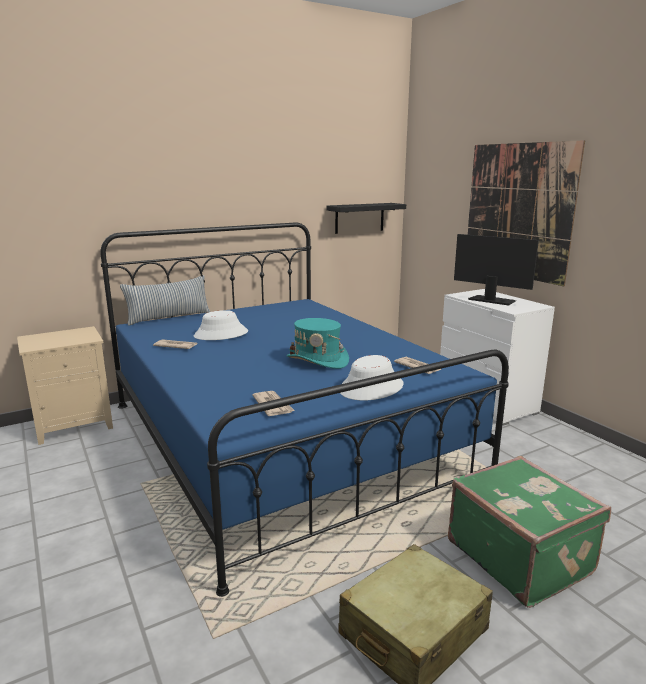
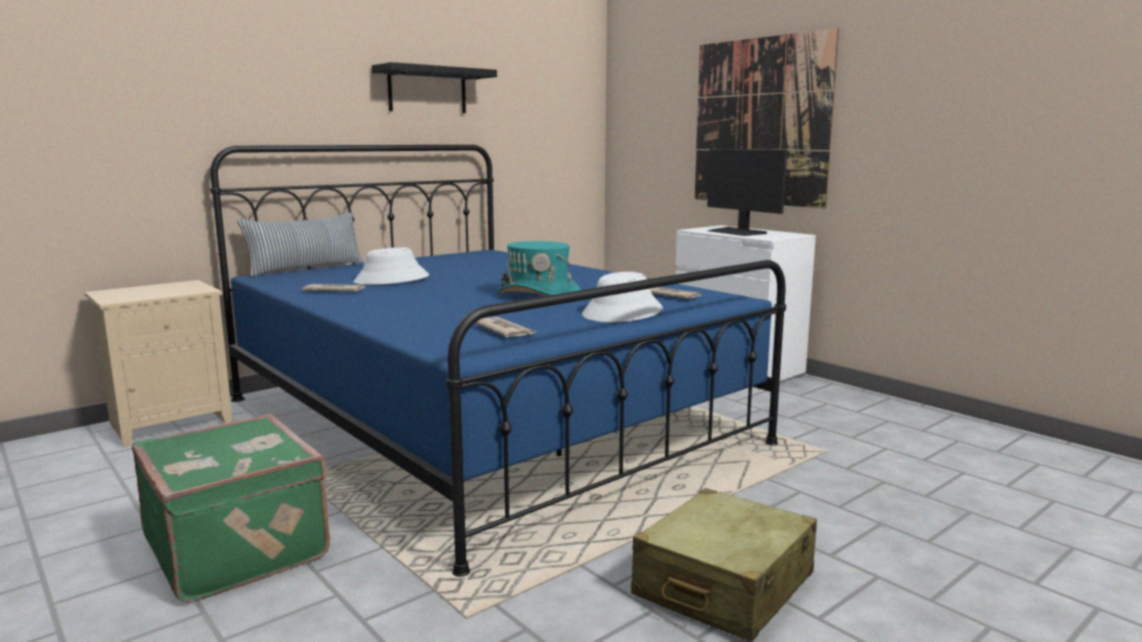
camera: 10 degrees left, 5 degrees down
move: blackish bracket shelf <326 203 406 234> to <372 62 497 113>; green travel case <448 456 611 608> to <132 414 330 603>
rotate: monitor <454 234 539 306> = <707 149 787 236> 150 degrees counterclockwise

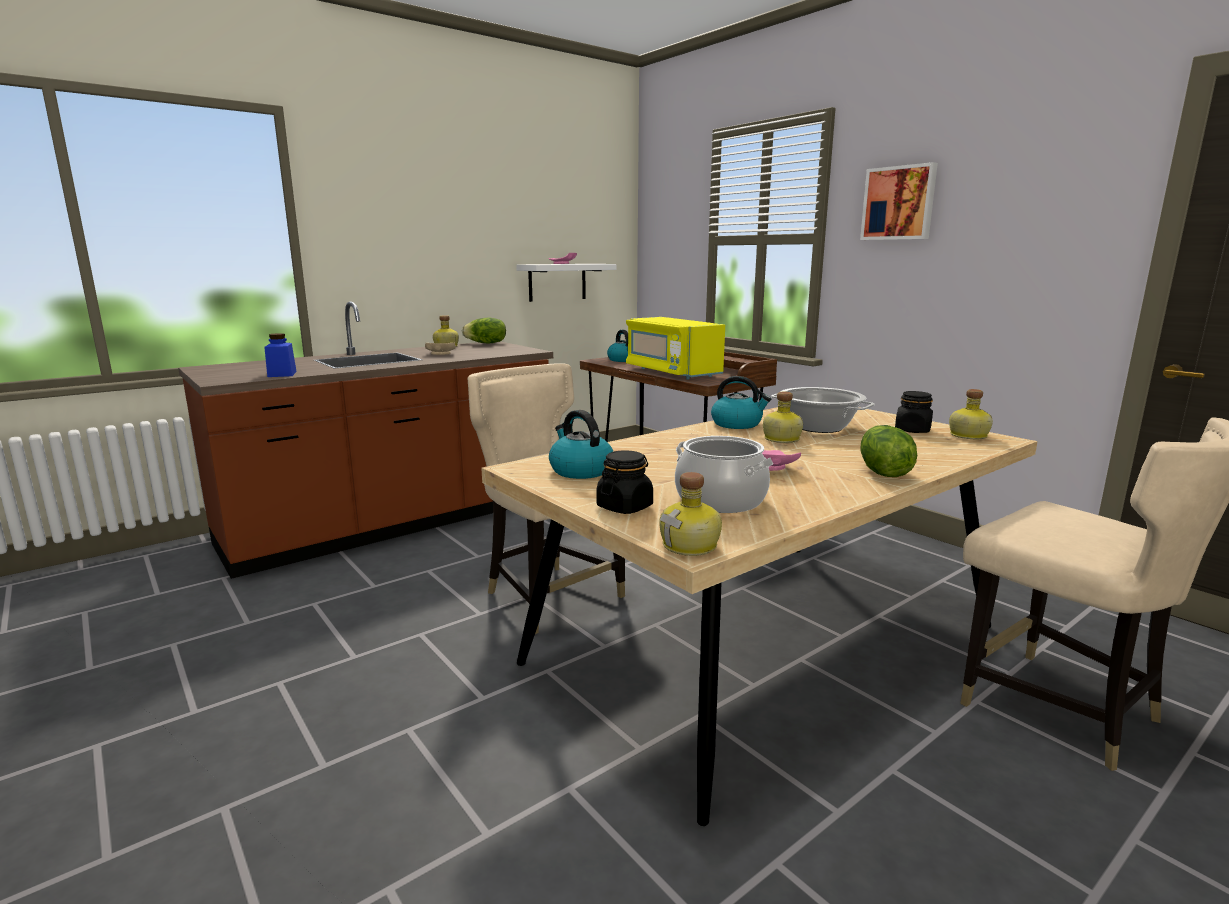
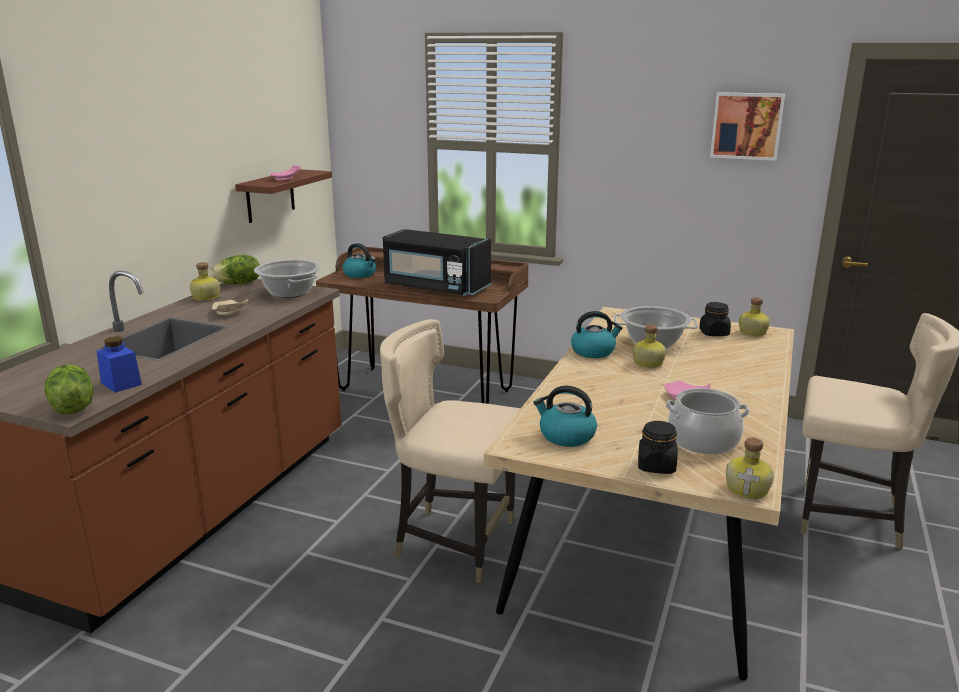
camera: 30 degrees left, 5 degrees up
insert: stockpot <254 259 321 298>
move: picture <860 162 938 240> to <710 92 785 161>; lettuce <860 425 917 477> to <45 364 93 415>
recolor: white bracket shelf <516 264 617 302> to brownish bracket shelf <235 169 332 223>; yellowish microwave oven <626 317 725 380> to blackish microwave oven <383 229 491 296>

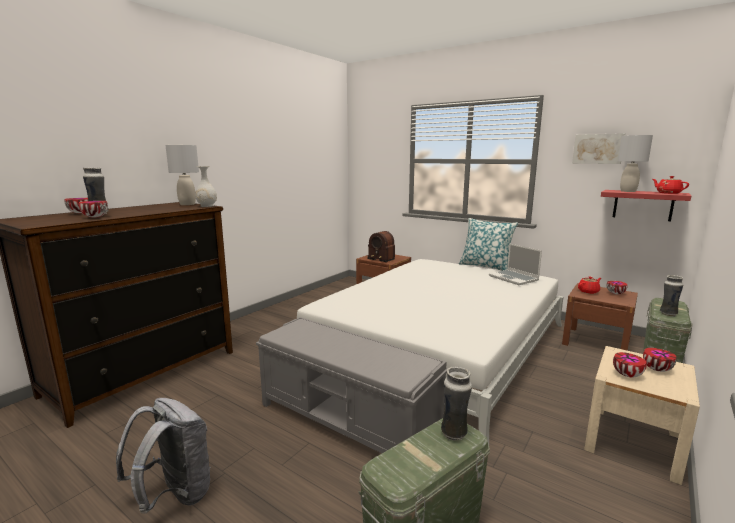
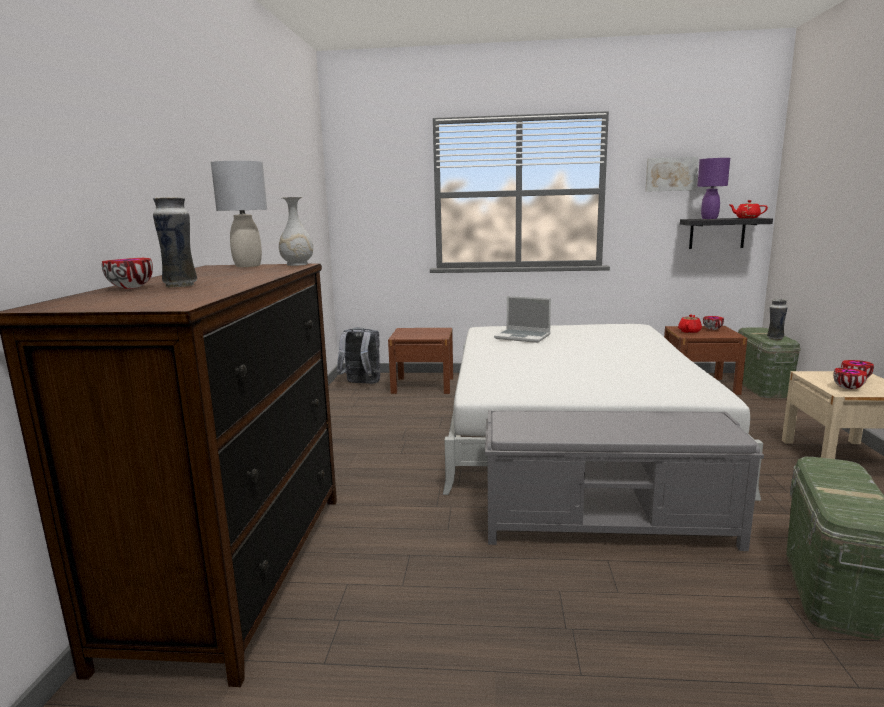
camera: 30 degrees left, 0 degrees up
delete: serving bowl <79 201 108 218>; pillow <458 218 518 271>; radio receiver <367 231 395 262>; vase <441 366 472 441>
move: notebook computer <489 244 542 285> to <494 296 551 343>; greyish knapsack <116 398 211 514> to <337 327 381 384>
recolor: greyish tabletop lamp <618 135 653 192> to purplish tabletop lamp <697 158 730 219>; red bracket shelf <601 190 691 221> to blackish bracket shelf <680 218 773 249>

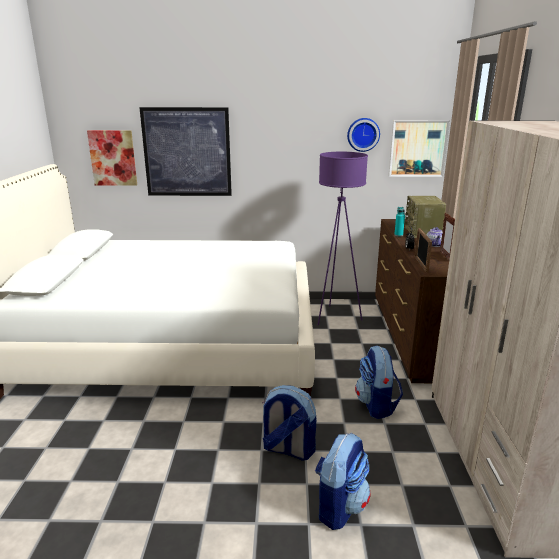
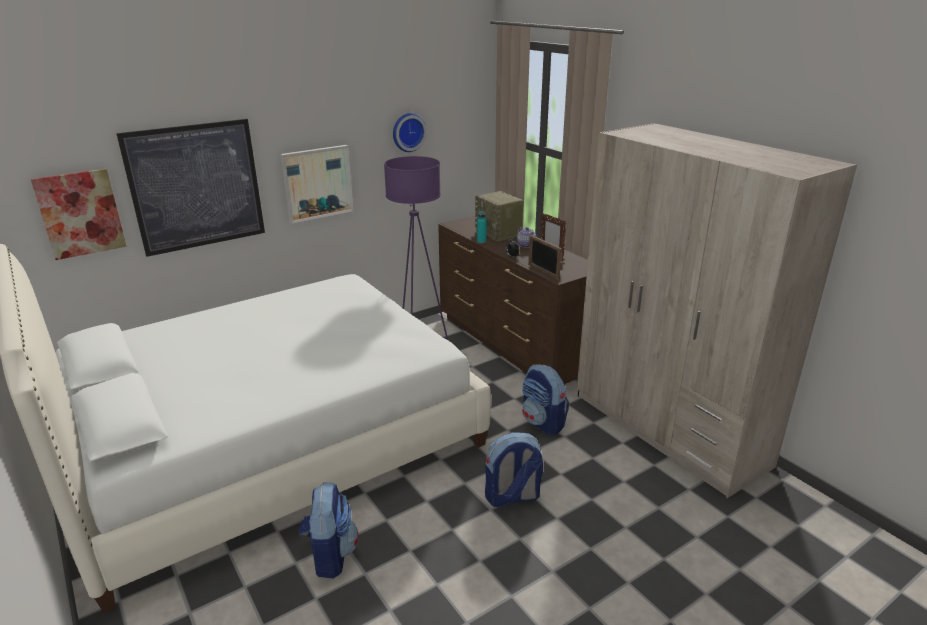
camera: 35 degrees left, 5 degrees up
move: picture <388 120 450 177> to <280 145 354 224>; knapsack <315 433 370 530> to <299 482 358 579>

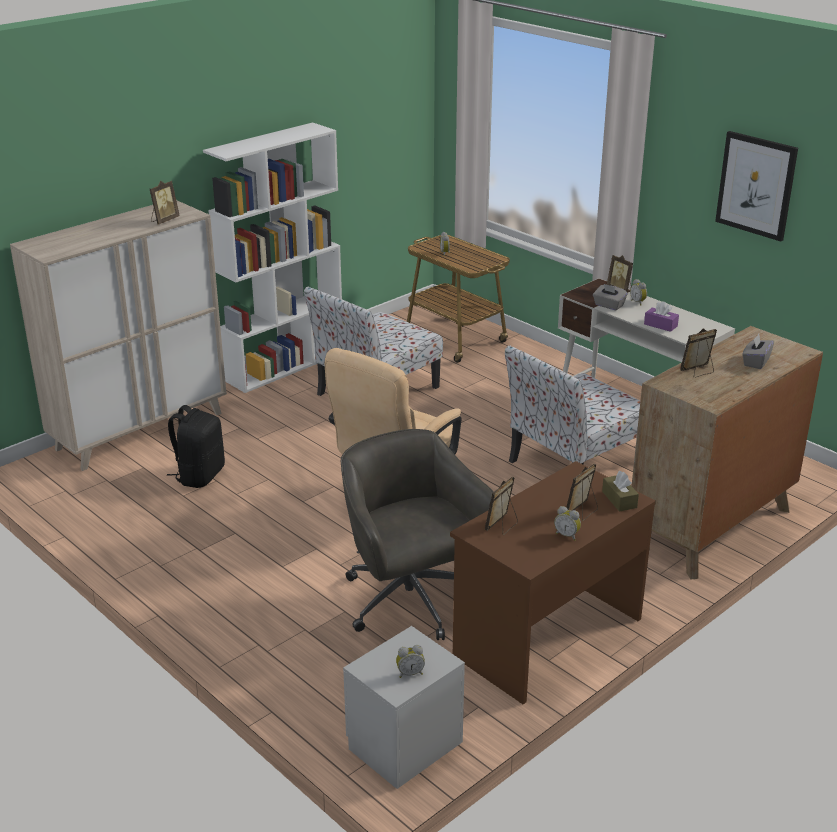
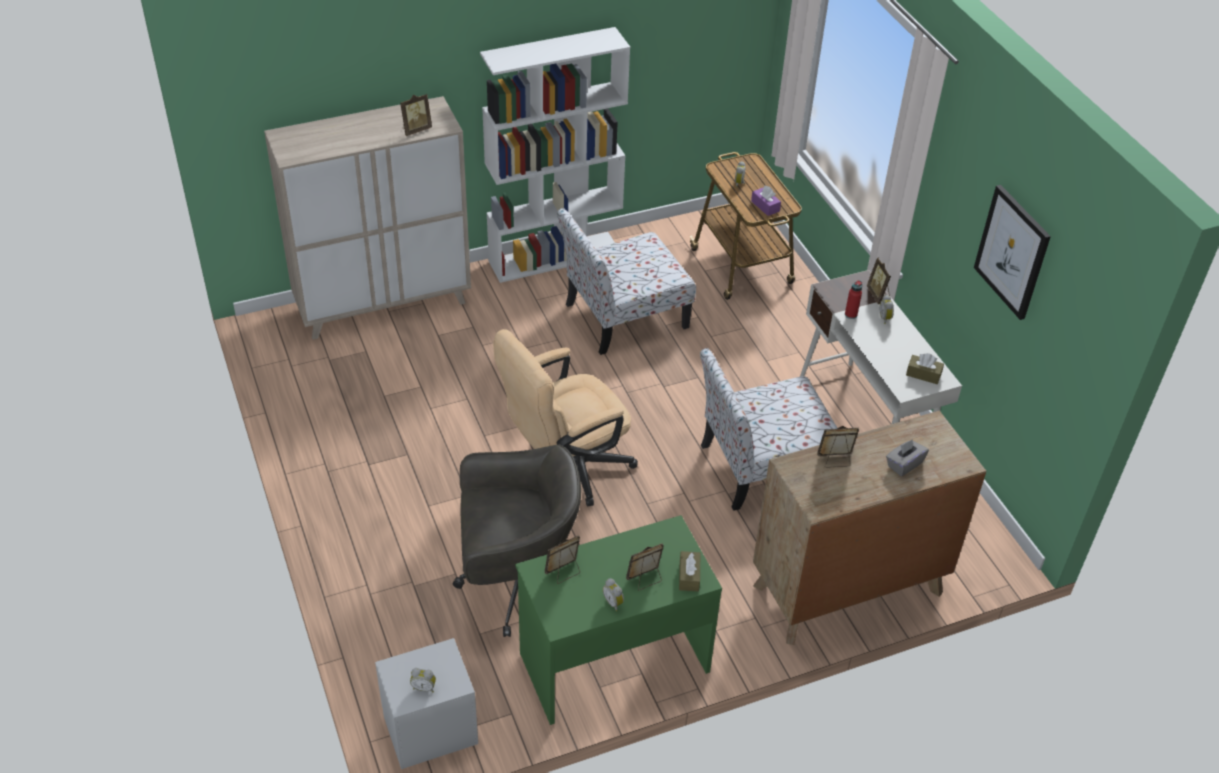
camera: 20 degrees right, 15 degrees up
delete: blackish knapsack <167 405 225 488>
insert: brownish tissue box <906 353 944 384>
move: purplish tissue box <644 302 679 332> to <751 186 781 216>
replace: greyish tissue box <593 284 628 310> to red bottle <845 280 862 319>
recolor: brownish desk table <450 461 656 704> to green desk table <515 515 722 725>
rotate: greyish office chair <341 429 494 640> = <453 445 581 637> 90 degrees clockwise

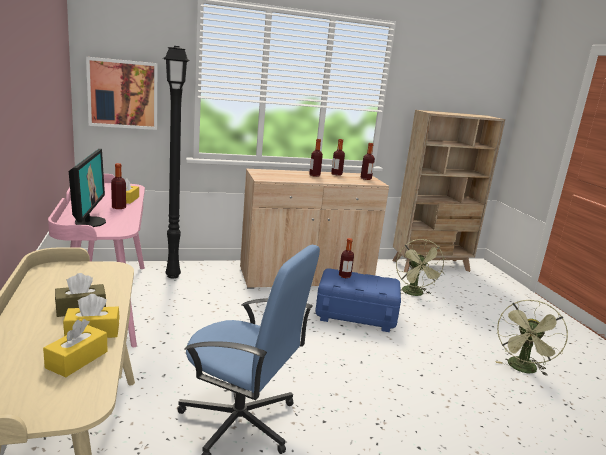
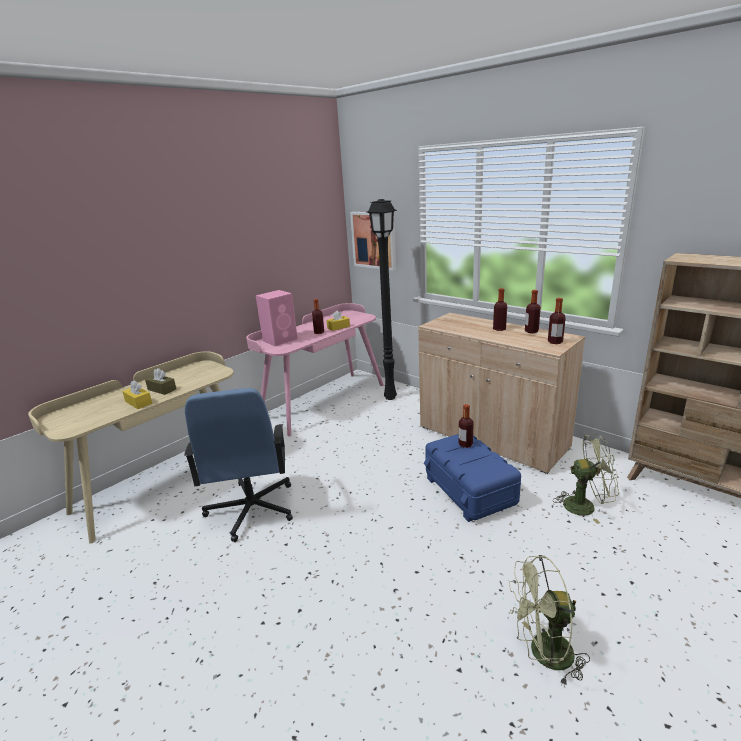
camera: 60 degrees right, 5 degrees up
delete: yellowish tissue box <43 319 108 377>
replace: monitor <69 149 106 227> to pink speaker <256 290 298 346>
rotate: green cooling fan <396 239 447 296> = <553 434 620 524> 135 degrees counterclockwise

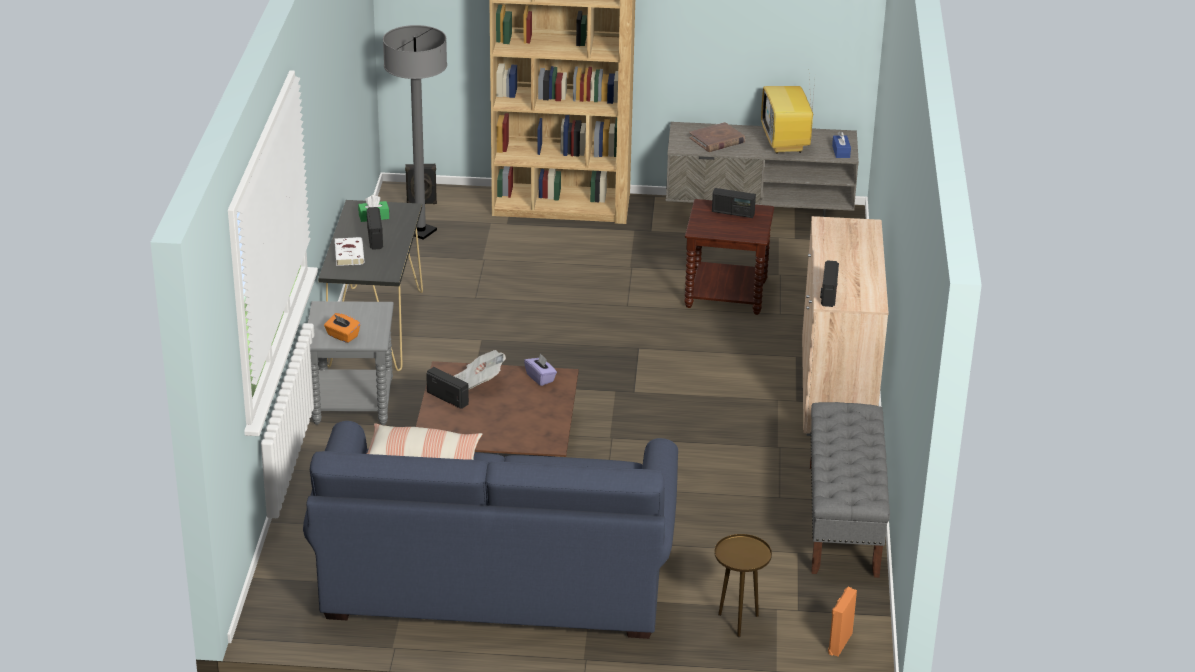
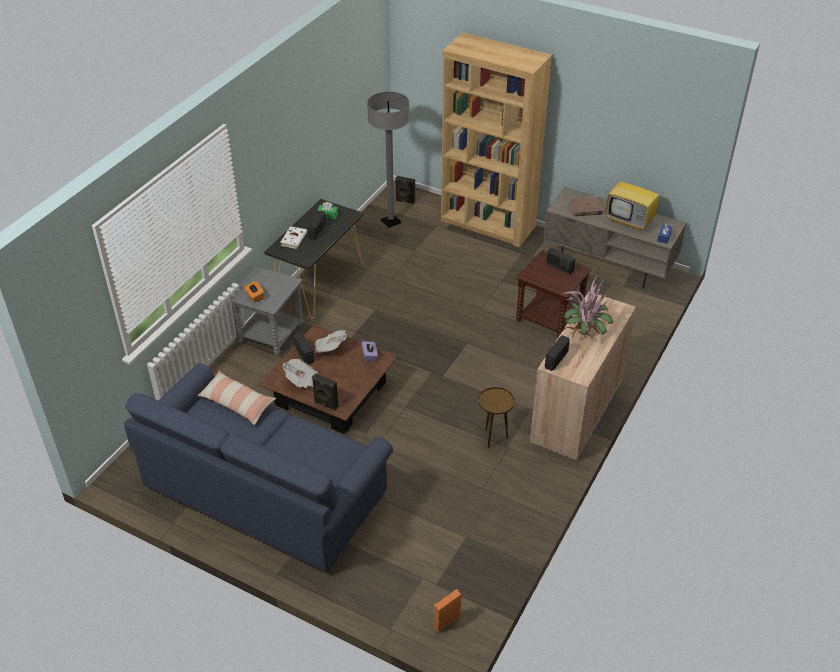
camera: 25 degrees right, 10 degrees up
delete: greyish long seat <810 402 890 578>
insert: potted plant <563 276 613 340>; daily paper <283 359 318 388>; blackish speaker <312 373 338 411>
move: brownish end table <715 534 772 637> to <479 387 515 448>
rotate: TV set <761 78 815 154> = <605 168 659 231> 75 degrees counterclockwise

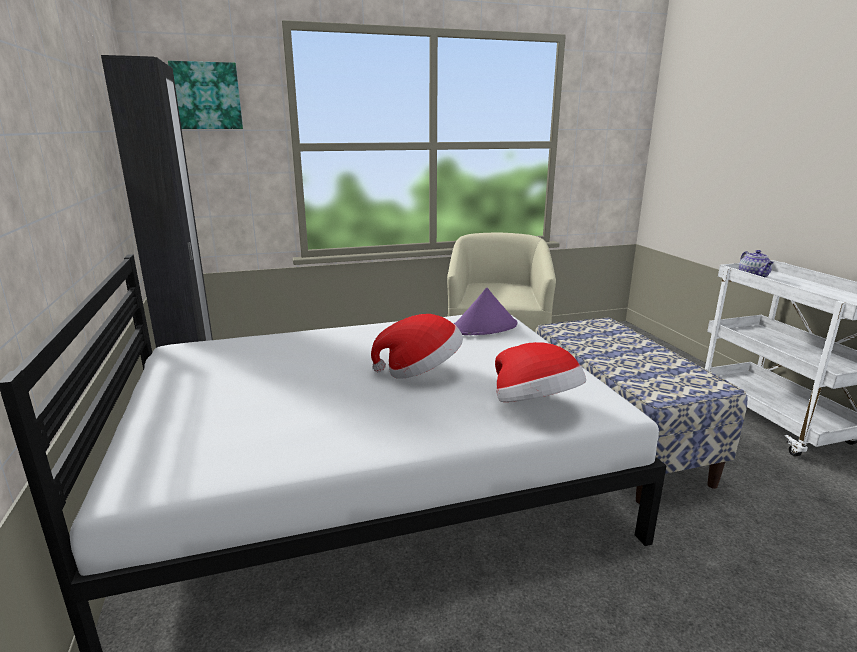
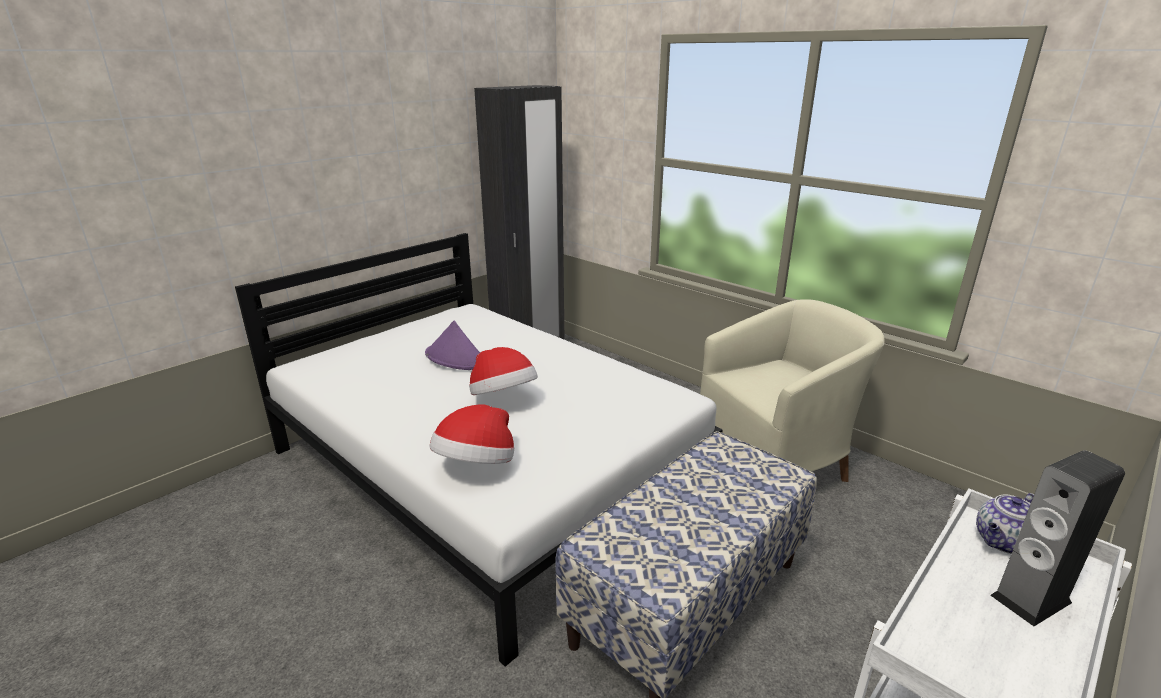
camera: 60 degrees right, 5 degrees up
delete: picture <168 61 243 129>
insert: speaker <990 450 1125 626>
move: purplish wearable hat <453 288 518 335> to <425 321 480 370>

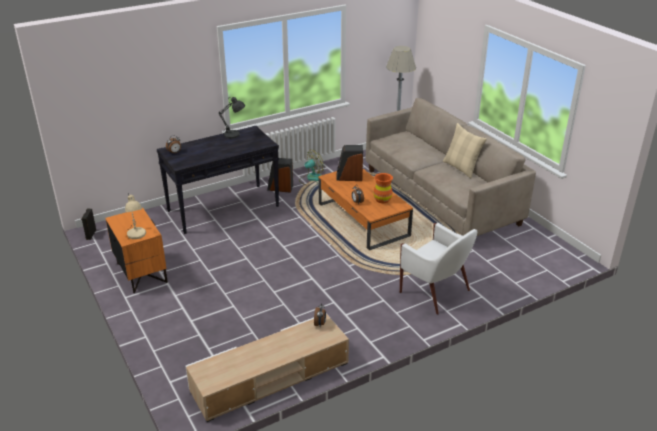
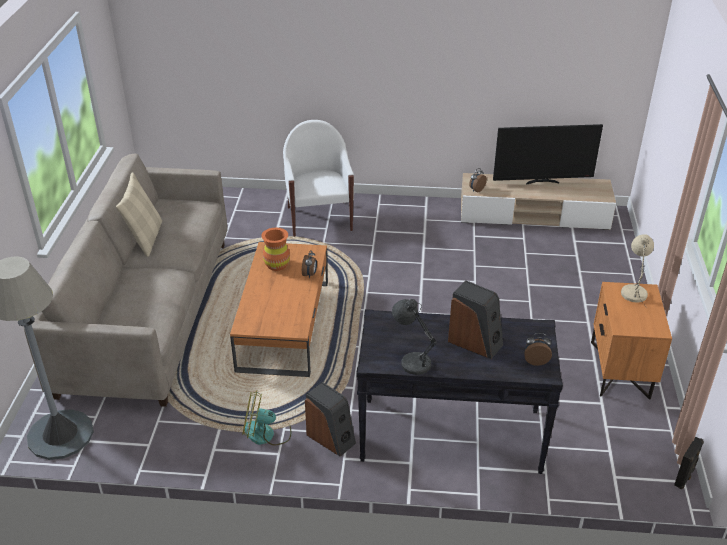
camera: 145 degrees left, 5 degrees up
insert: TV set <493 124 603 185>
move: speaker <336 145 363 181> to <448 280 503 359>

